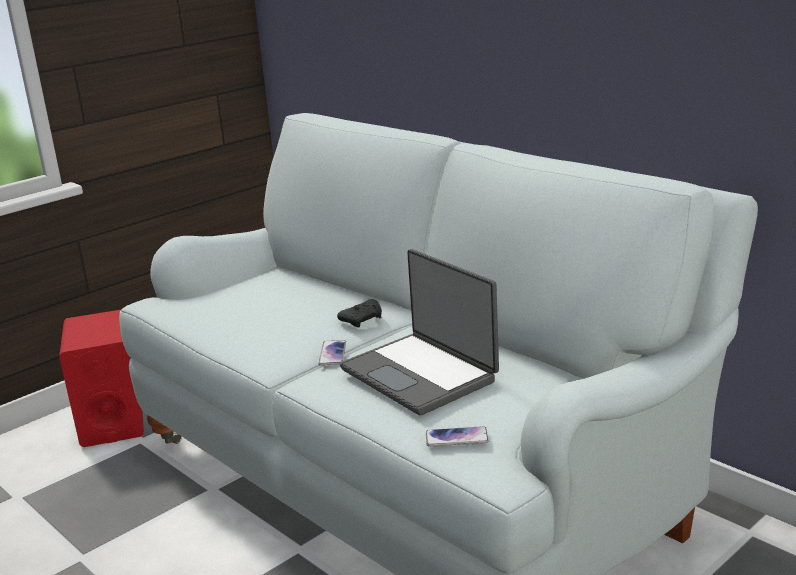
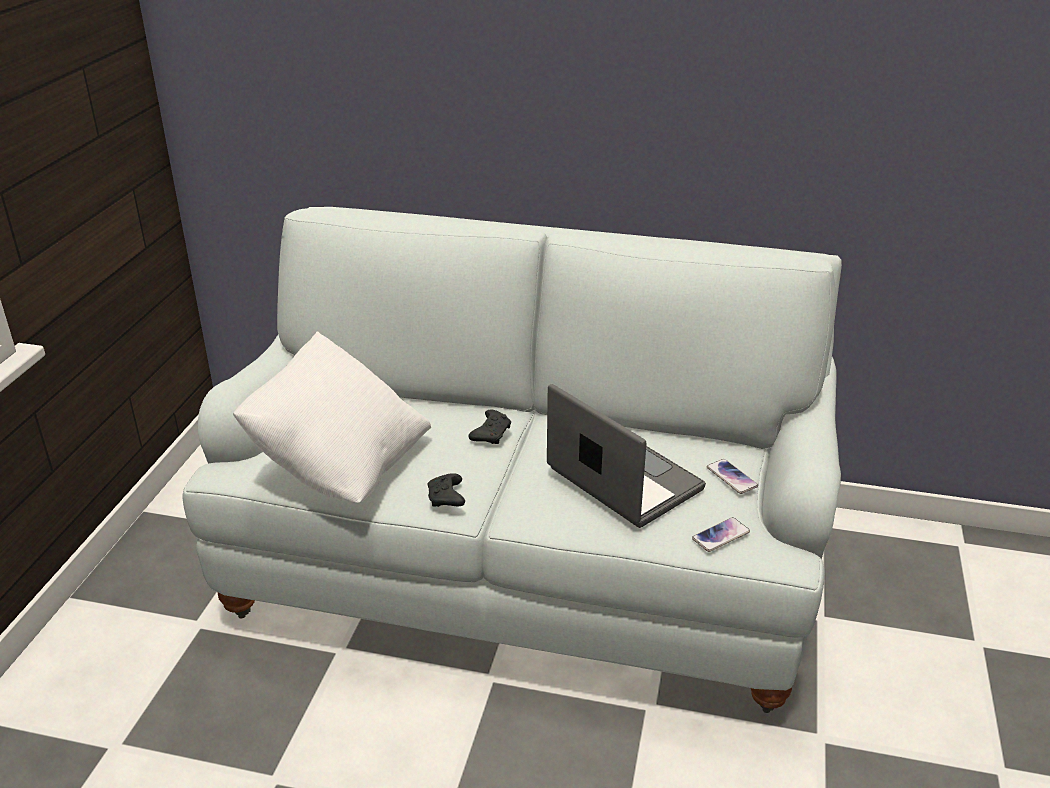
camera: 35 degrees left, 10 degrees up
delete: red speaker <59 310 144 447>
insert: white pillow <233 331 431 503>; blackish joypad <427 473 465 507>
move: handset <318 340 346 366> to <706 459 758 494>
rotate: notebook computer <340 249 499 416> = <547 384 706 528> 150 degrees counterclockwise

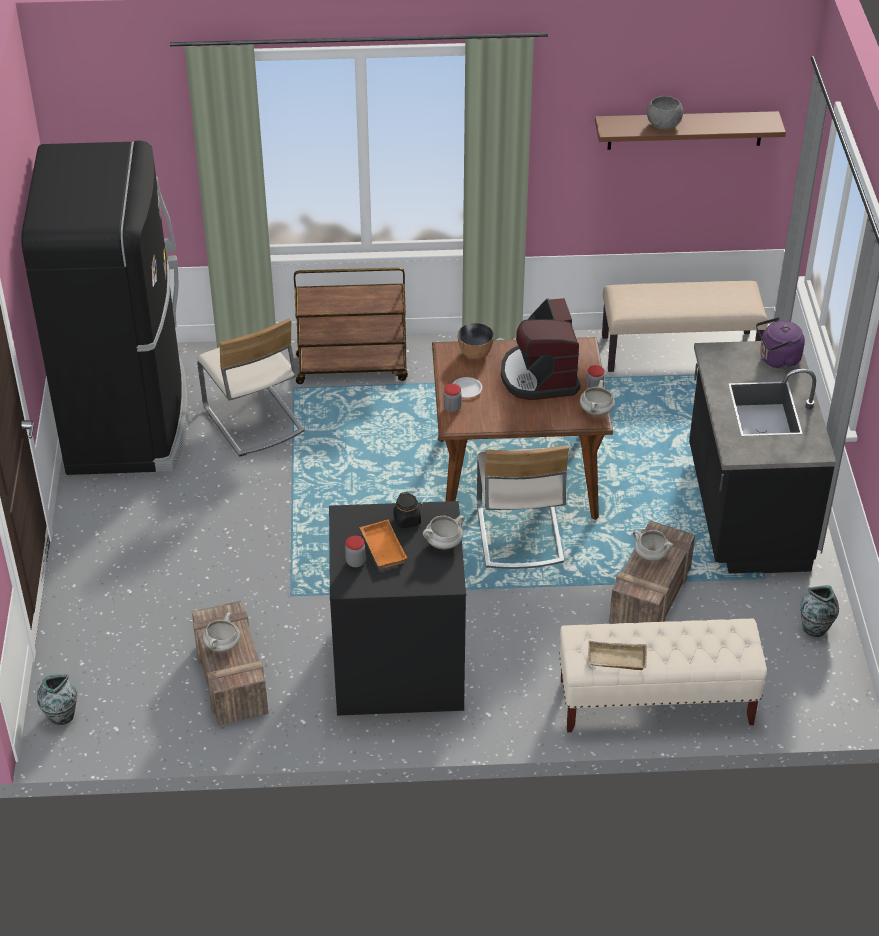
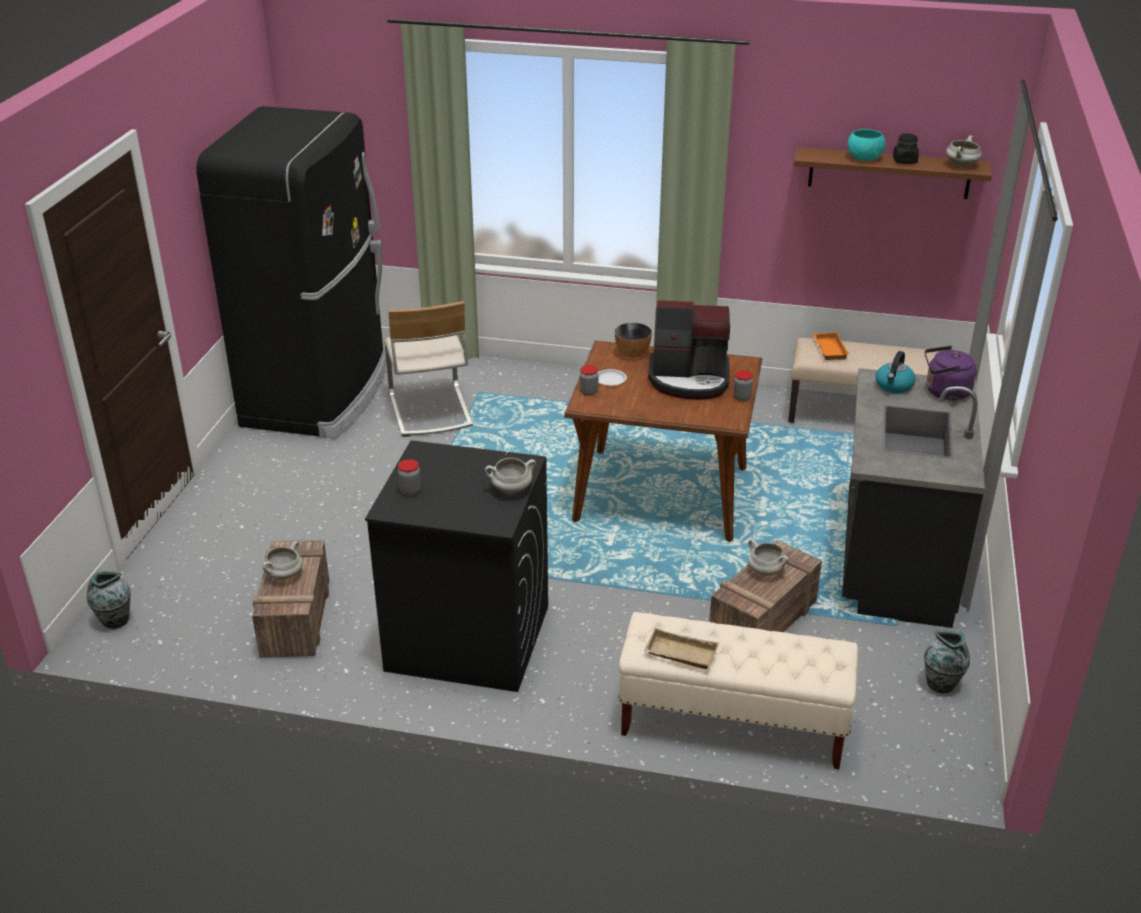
camera: 15 degrees right, 10 degrees down
delete: brownish trolley <294 267 408 384>; sand-coloured chair <477 445 569 569>
insert: kettle <876 351 916 393>
move: white stockpot <580 380 615 416> to <946 135 982 167>; blackish preserve jar <393 492 421 529> to <893 133 919 164>; orange tray <360 519 407 569> to <813 332 849 360>
recolor: greyish serving bowl <647 96 683 129> to blue-green serving bowl <847 129 885 161>
rotate: coffee brewer <501 298 580 400> = <648 300 730 399> 90 degrees counterclockwise

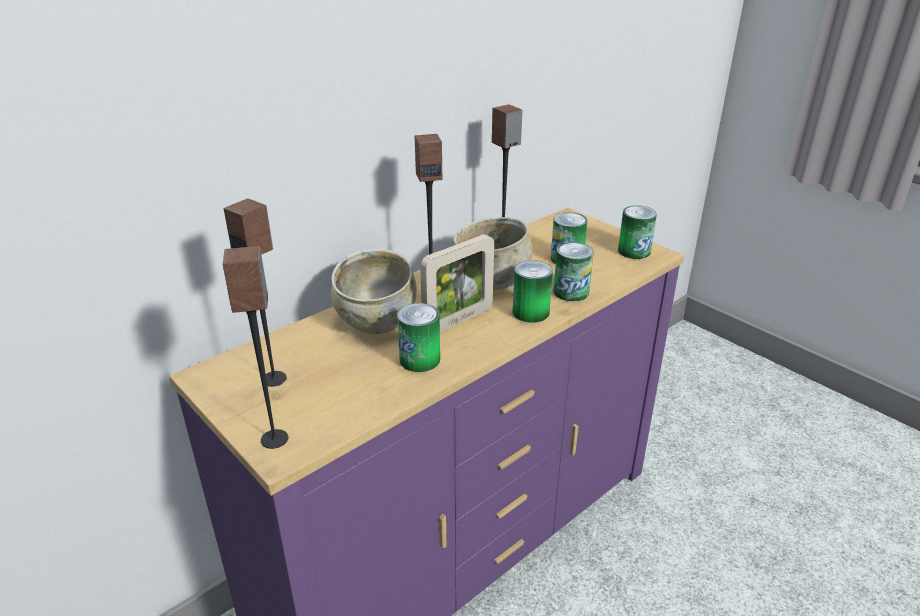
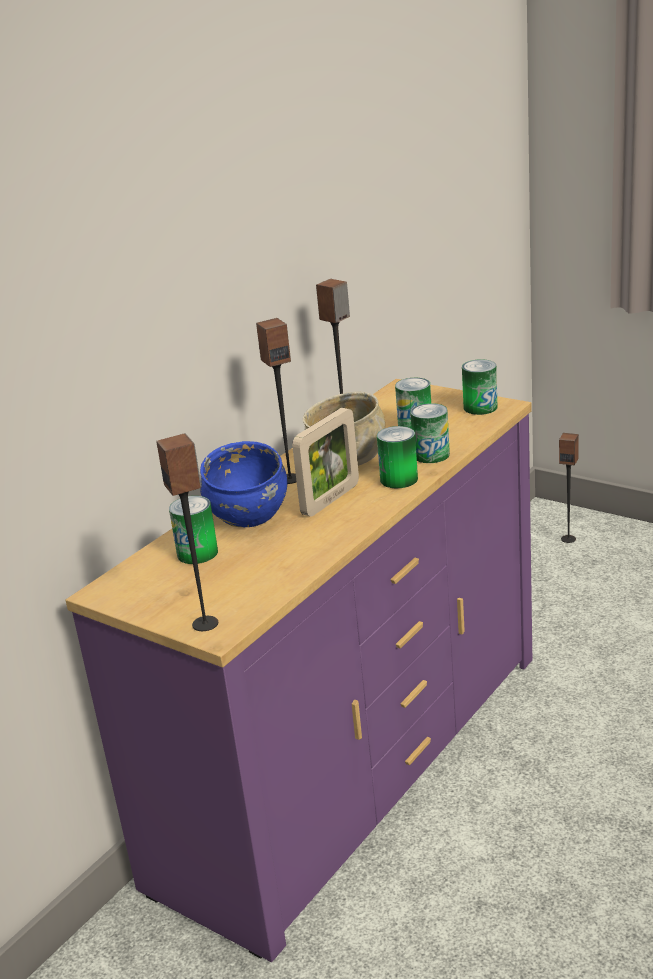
camera: 10 degrees left, 5 degrees down
move: speaker <224 198 287 387> to <559 433 579 543>; sealed can <397 303 440 372> to <169 496 218 564>
recolor: sand-coloured serving bowl <331 249 417 334> to bluish serving bowl <200 441 287 527>

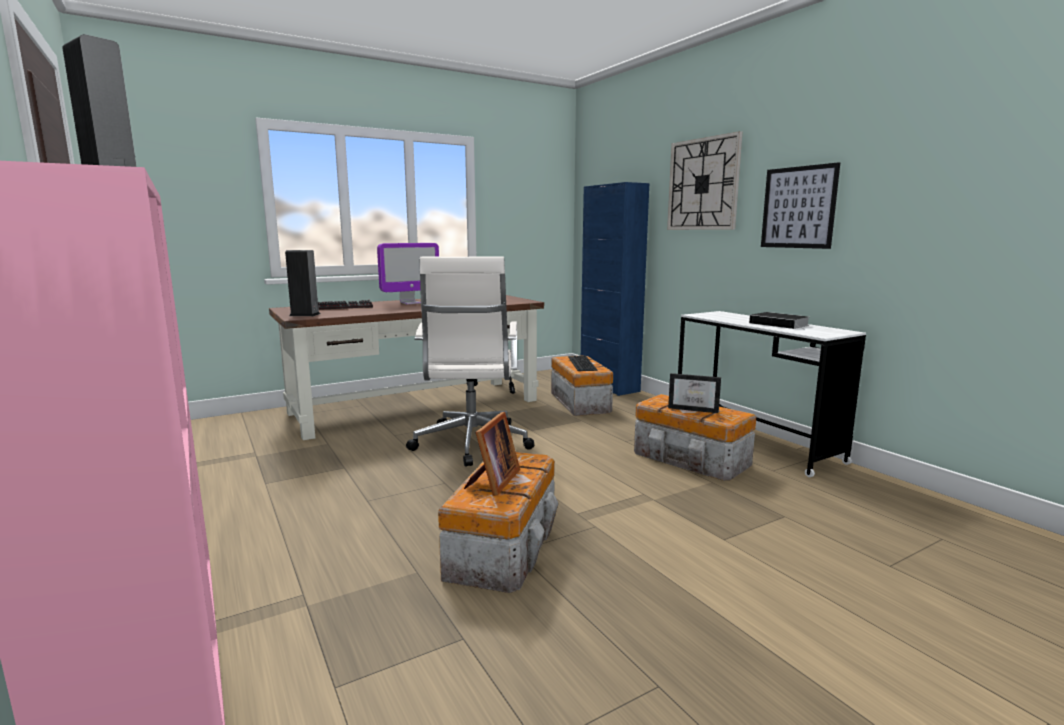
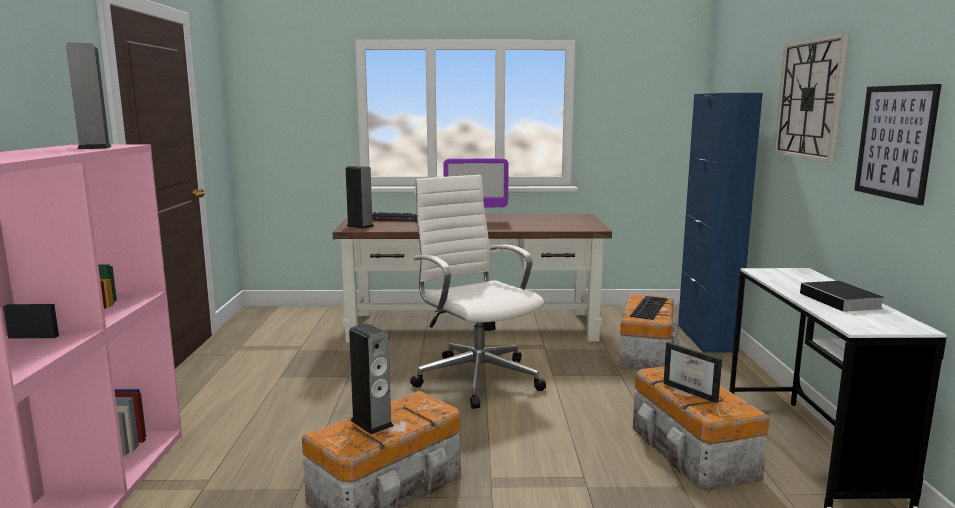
camera: 30 degrees right, 0 degrees up
replace: picture frame <464 412 520 496> to speaker <349 323 394 435>
rotate: white office chair <406 256 534 467> = <410 175 546 409> 120 degrees clockwise

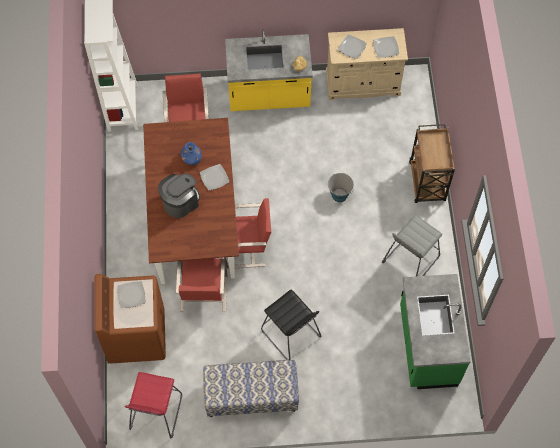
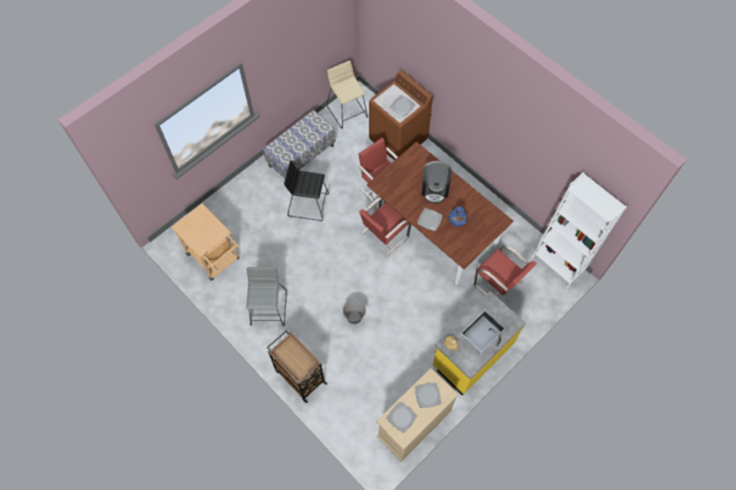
camera: 140 degrees right, 0 degrees up
replace: green counter <400 274 471 389> to sand-coloured trolley <171 204 239 281>
recolor: red stool <125 372 182 439> to sand-coloured stool <326 61 368 129>

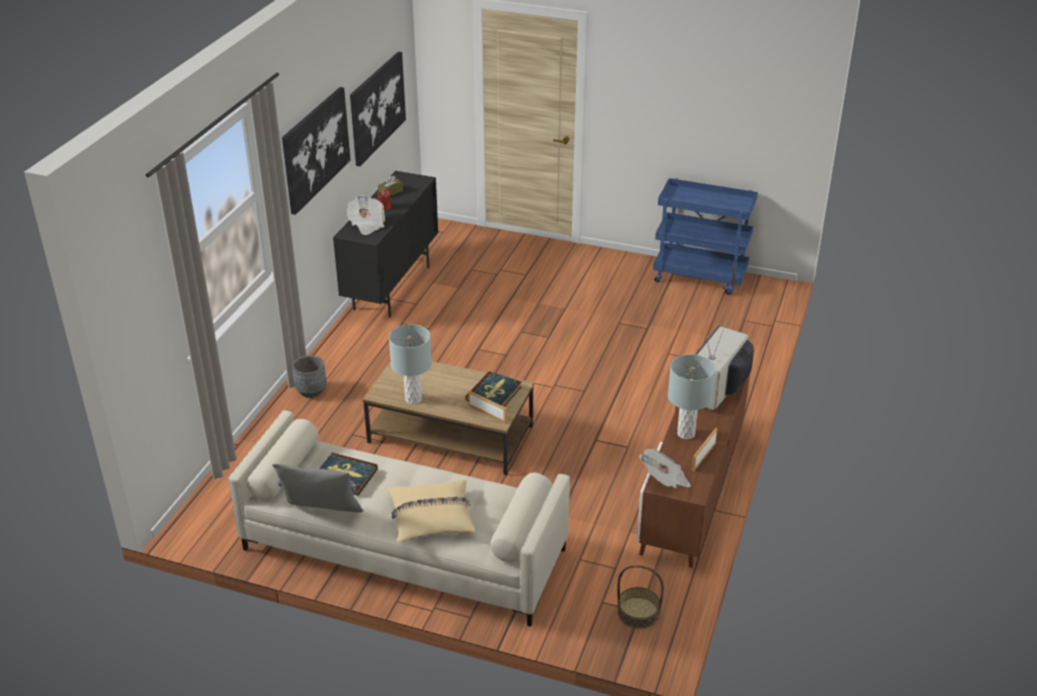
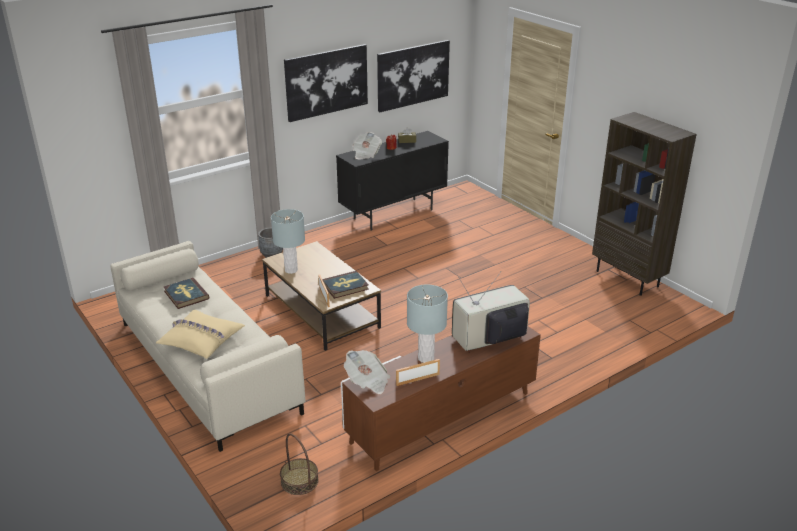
camera: 35 degrees right, 5 degrees down
delete: greyish pillow <272 464 363 512>
replace: bluish trolley <653 178 758 295> to brownish bookcase <592 112 697 296>

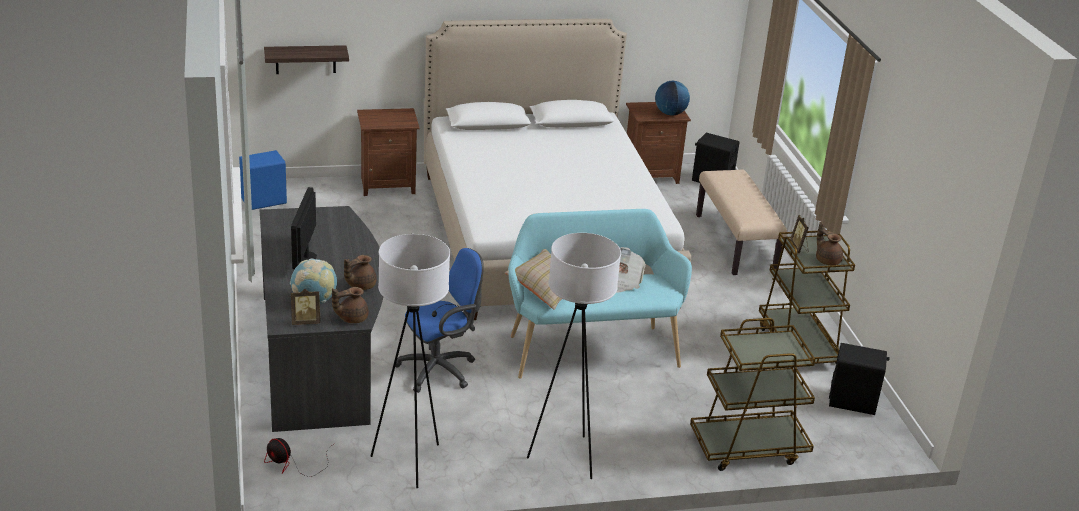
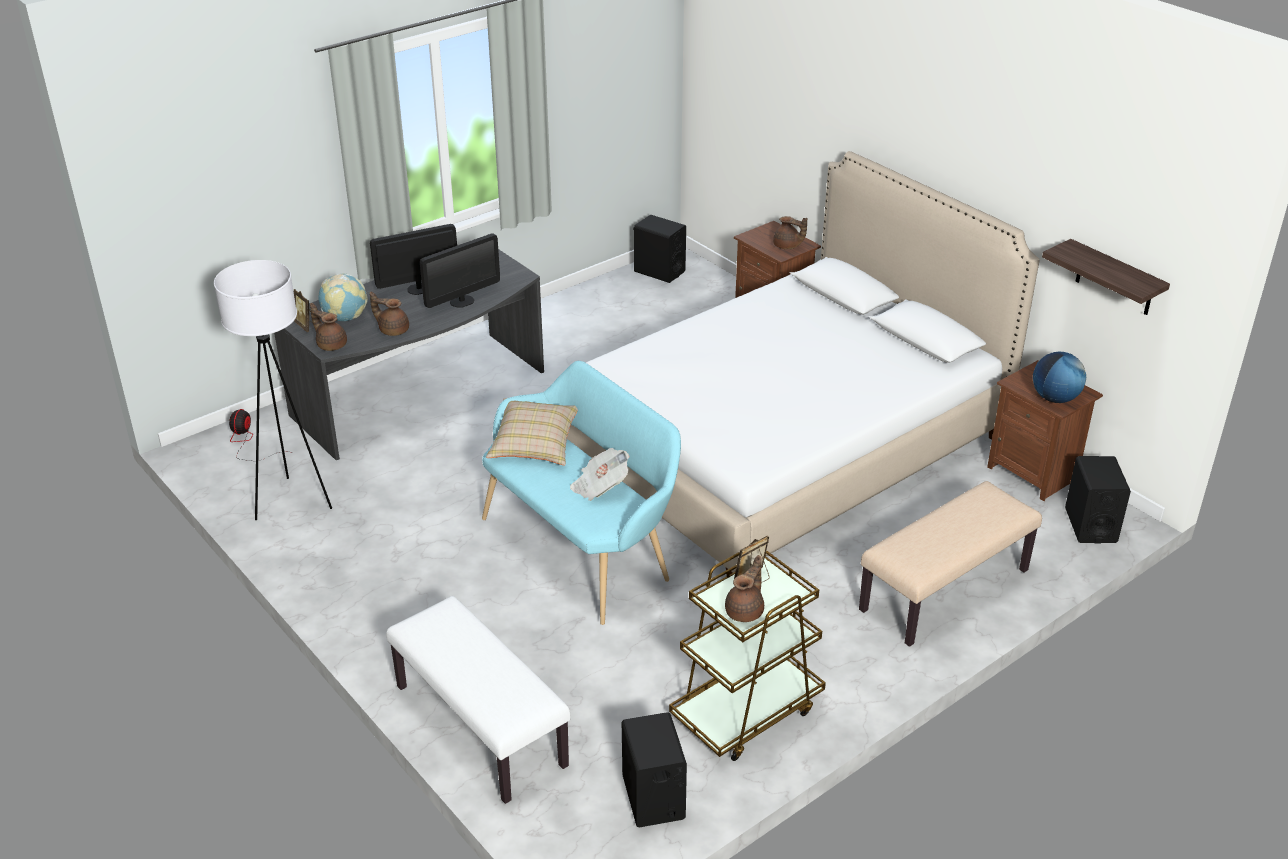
camera: 65 degrees right, 5 degrees up
delete: white floor lamp <527 233 621 479>; bluish office chair <395 248 484 393>
insert: brownish tea pot <773 216 807 249>; monitor <420 234 500 308>
move: bracket shelf <264 45 349 74> to <1042 239 1170 315>
replace: brownish trolley <690 318 815 471> to white long seat <386 596 571 804>
recolor: bluish speaker <239 150 287 210> to blackish speaker <633 215 686 283>

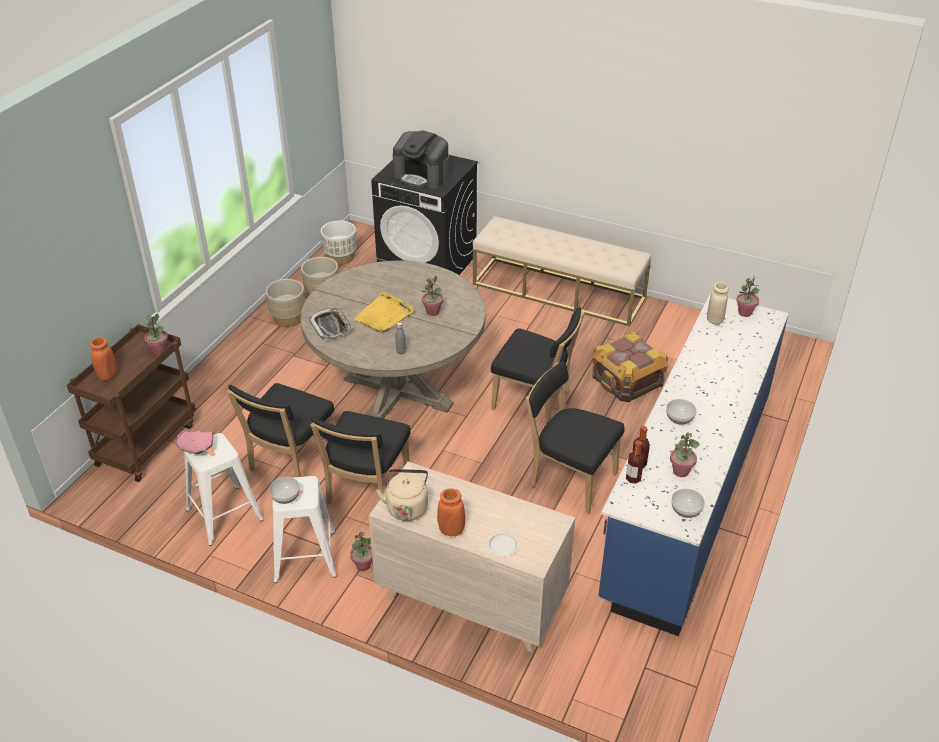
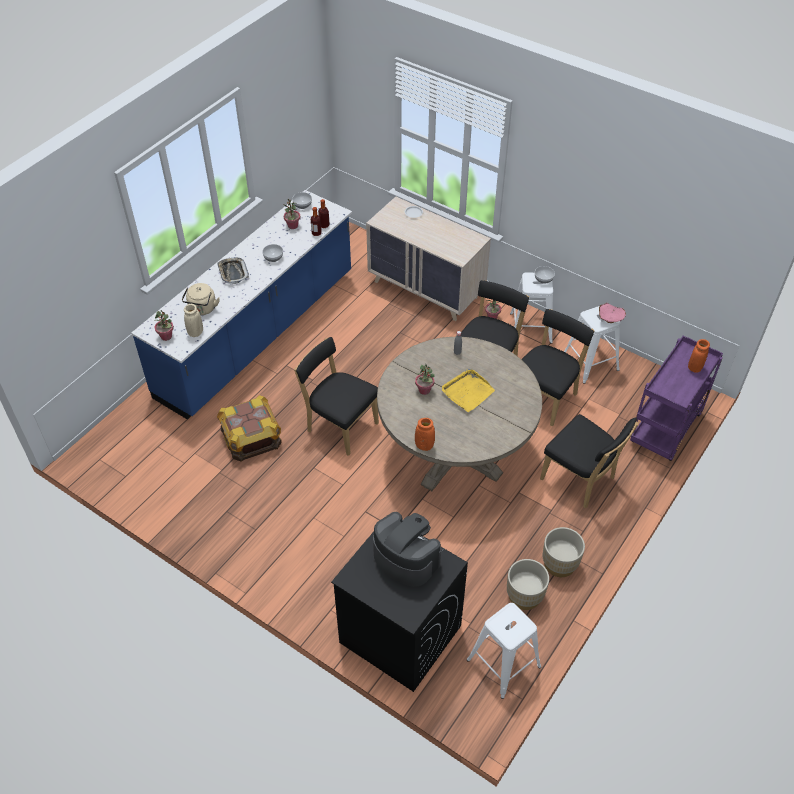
camera: 170 degrees left, 10 degrees up
delete: sand-coloured long seat <473 216 651 327>; potted plant <143 313 168 355>
move: tray <309 308 352 340> to <217 258 249 284>; blackish chair <526 361 624 513> to <540 414 639 508>; sand-coloured kettle <376 469 428 521> to <182 283 220 315>; orange vase <437 488 465 536> to <415 418 435 451>
replace: white planter <321 221 356 265> to white stool <467 603 541 699>
recolor: brownish trolley <67 324 196 482> to purplish trolley <630 335 723 461>

